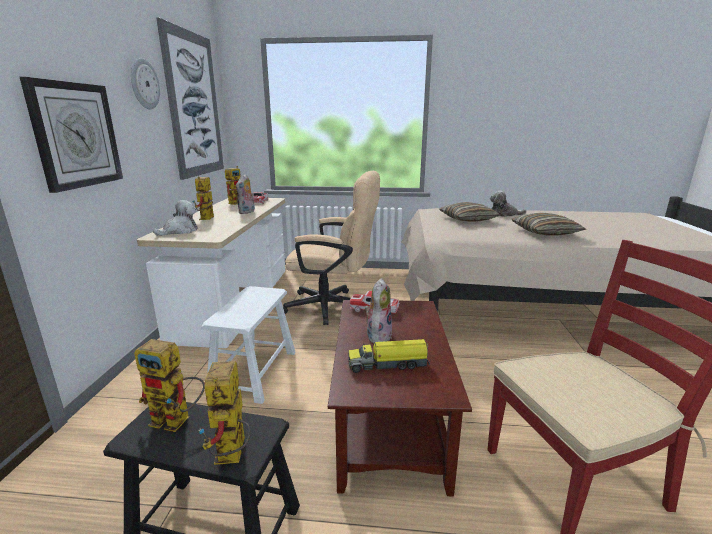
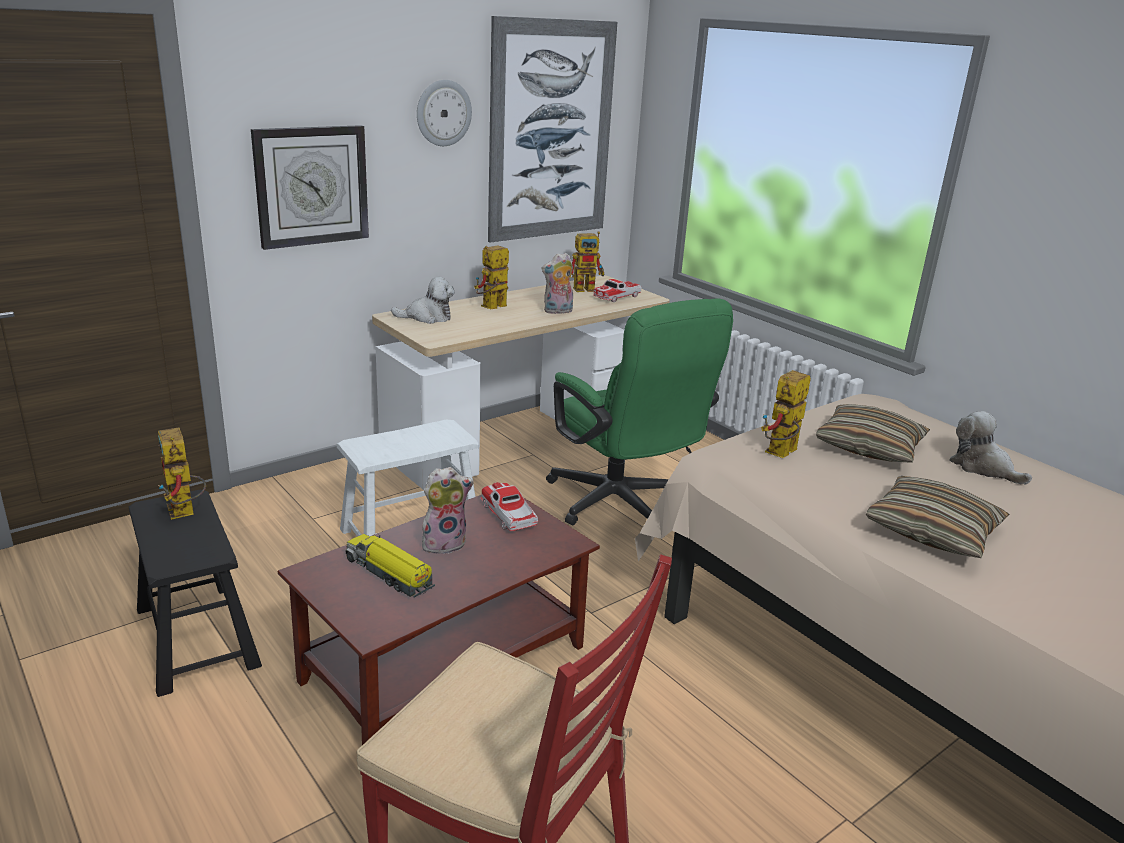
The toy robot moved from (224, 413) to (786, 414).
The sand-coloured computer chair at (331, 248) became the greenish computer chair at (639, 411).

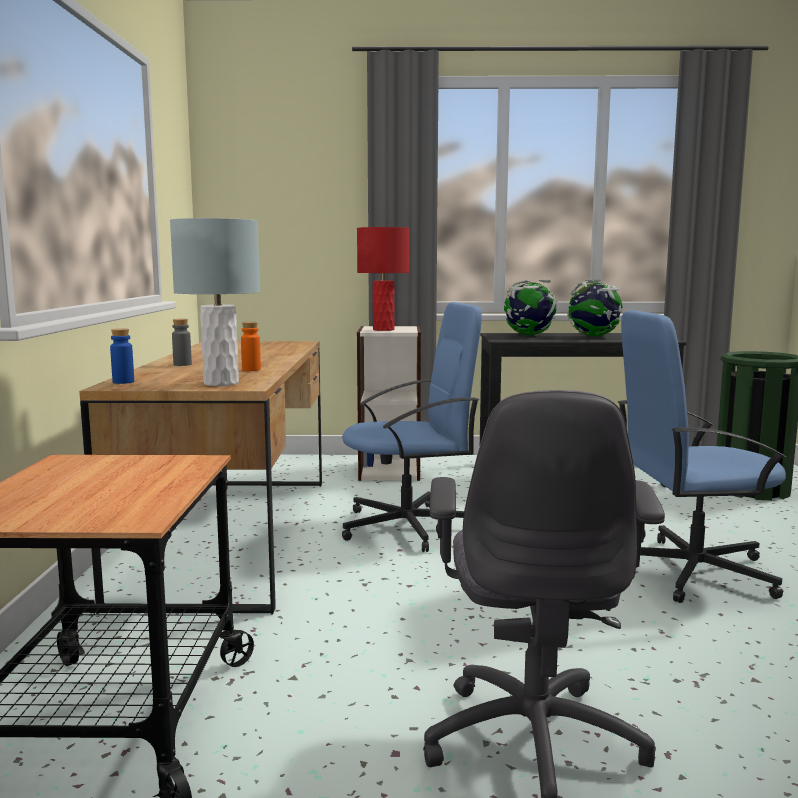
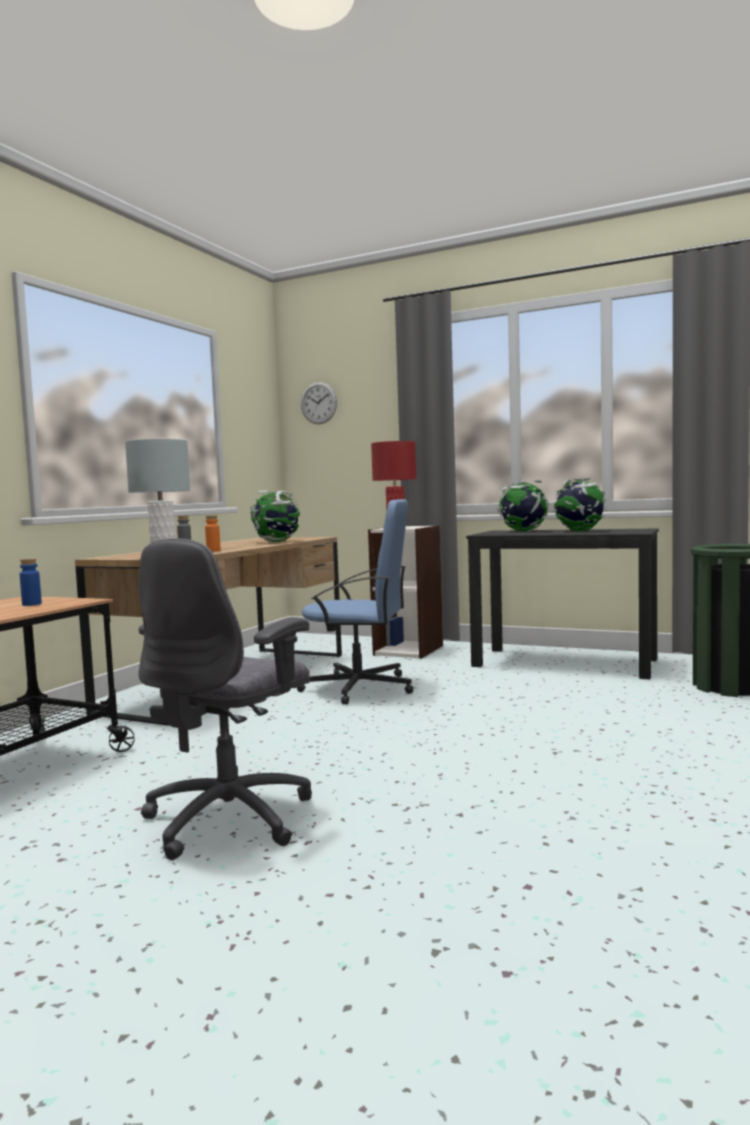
The blue-coloured computer chair at (702, 456) disappeared.
The desk globe at (275, 516) appeared.
The hanging clock at (319, 403) appeared.
The blue-coloured bottle moved from (122, 356) to (31, 582).

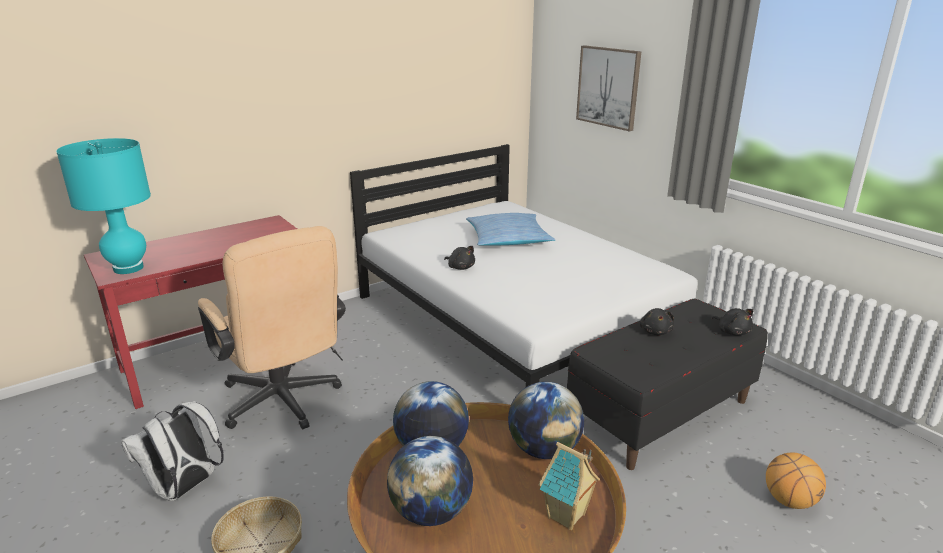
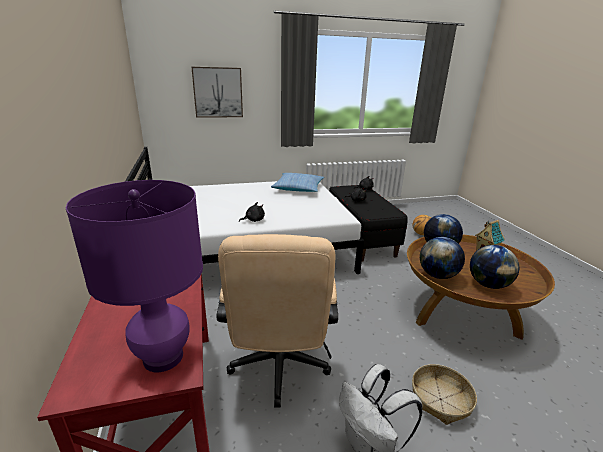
The cushion moved from (510, 229) to (297, 182).
The turquoise tabletop lamp at (103, 206) became the purple tabletop lamp at (134, 276).
The sand-coloured computer chair at (272, 327) turned 105 degrees clockwise.

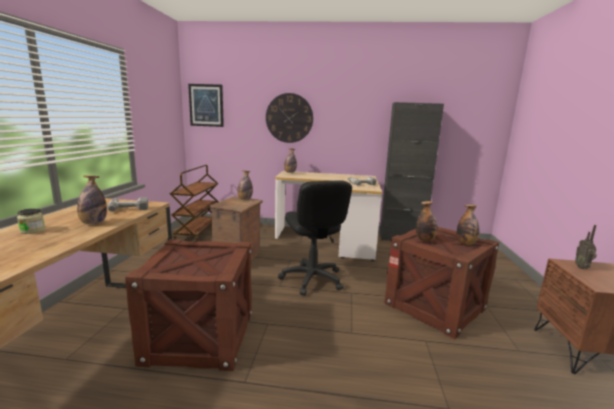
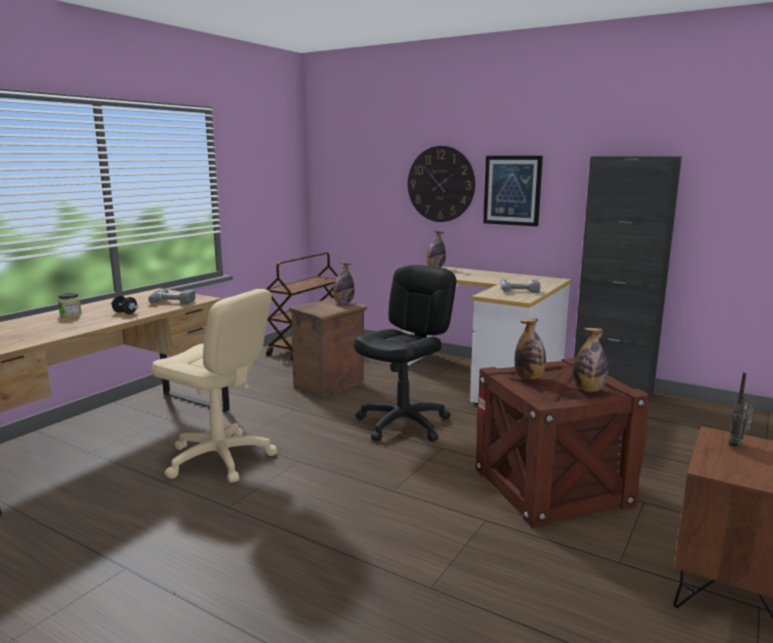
The picture moved from (206, 105) to (513, 191).
The bottle at (92, 199) was replaced by the black-coloured free weight at (124, 305).
The crate at (188, 305) was replaced by the sand-coloured computer chair at (214, 386).
The black-coloured computer chair at (315, 237) turned 150 degrees counterclockwise.

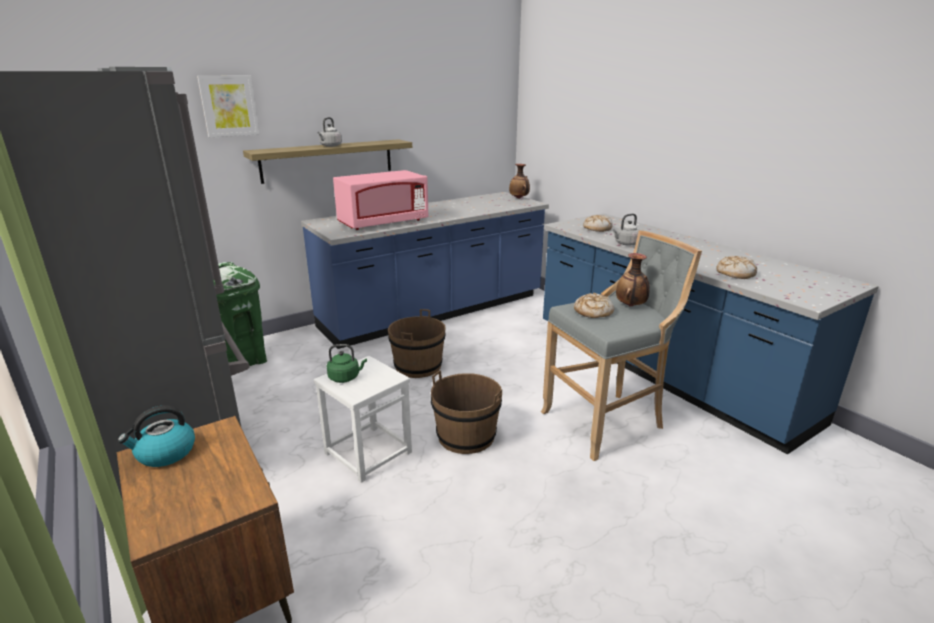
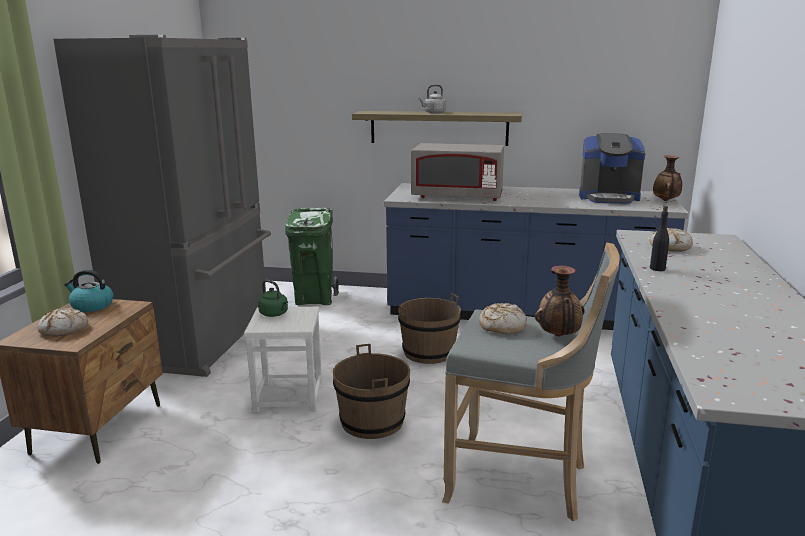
The picture at (228, 106) disappeared.
The coffee brewer at (612, 168) appeared.
The bakery bread moved from (736, 267) to (63, 322).
The grey water kettle at (625, 229) was replaced by the black-coloured bottle at (659, 238).
The pink microwave oven at (380, 200) became the grey microwave oven at (457, 172).

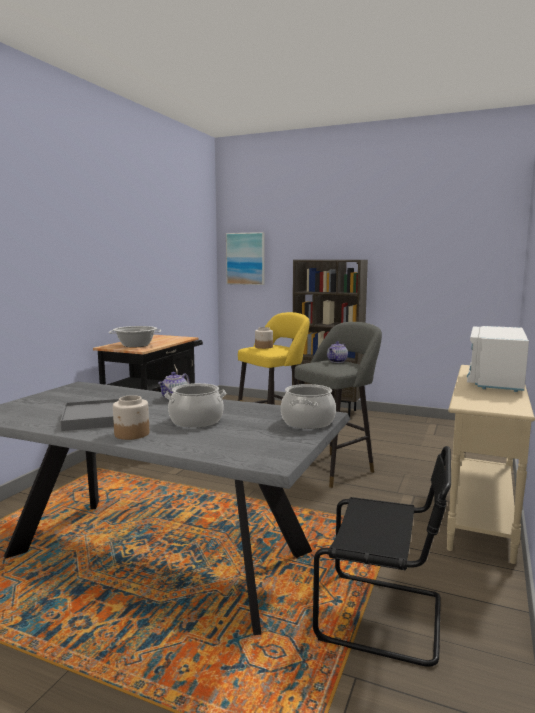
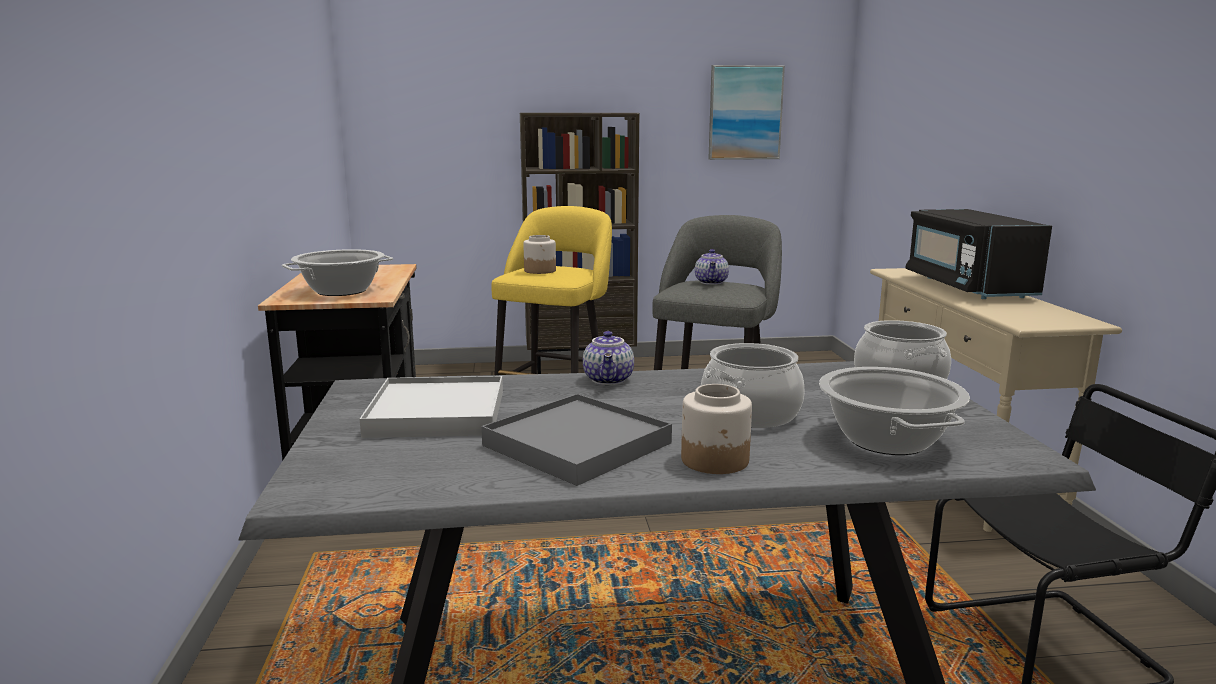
The whitish serving tray at (431, 407) appeared.
The stockpot at (894, 411) appeared.
The picture moved from (245, 258) to (746, 112).
The whitish microwave oven at (497, 359) became the black-coloured microwave oven at (979, 254).

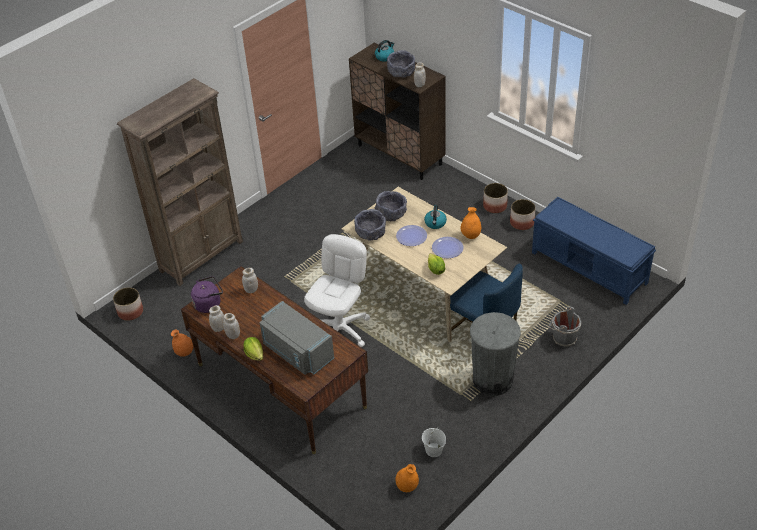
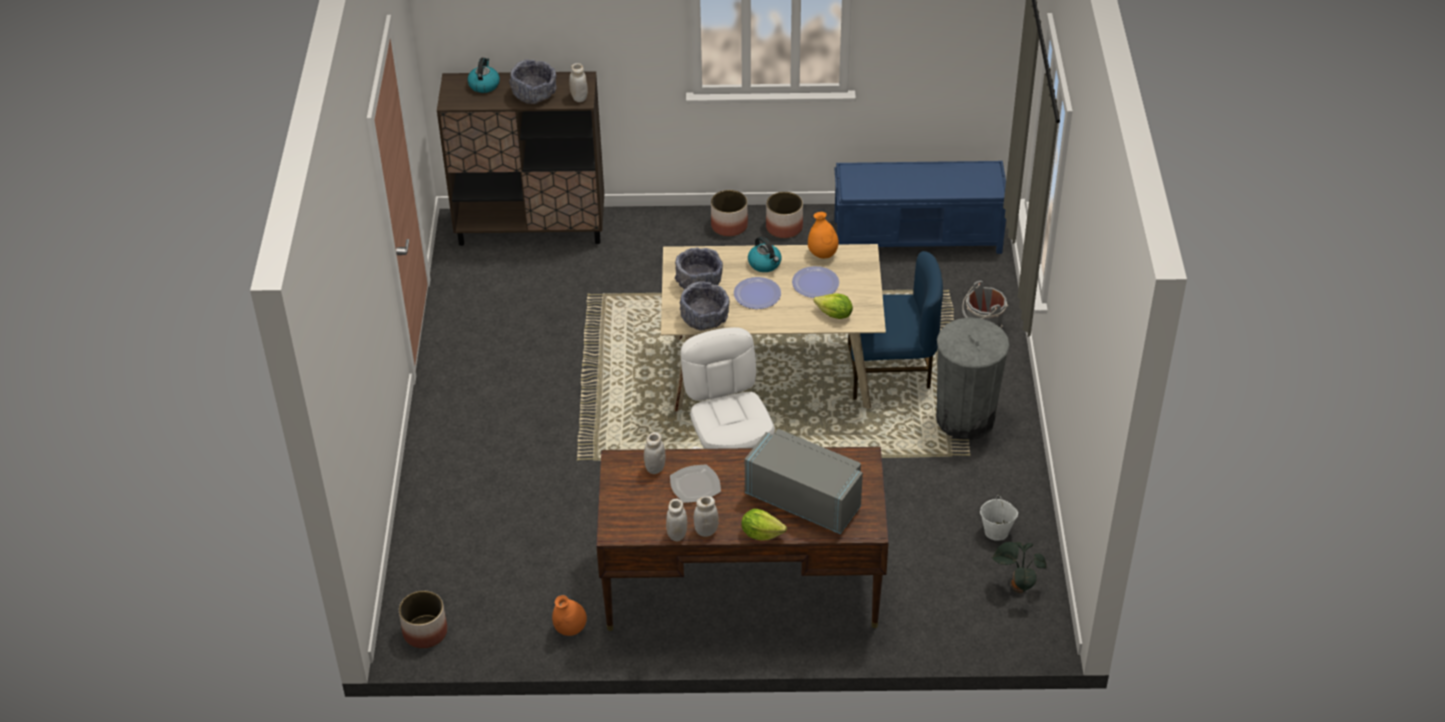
The brown bookcase at (180, 182) disappeared.
The purple water kettle at (207, 294) disappeared.
The plate at (695, 484) appeared.
The orangey vase at (407, 478) was replaced by the plant in a pot at (1019, 568).
The grey microwave oven at (297, 338) turned 150 degrees counterclockwise.

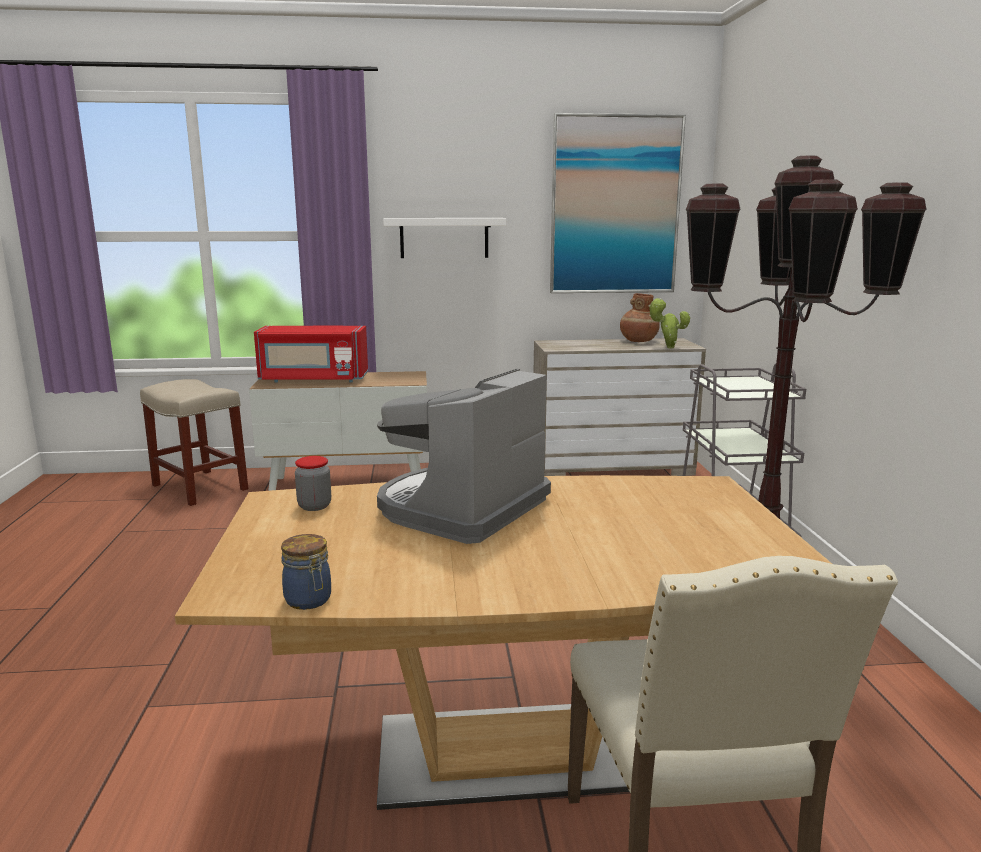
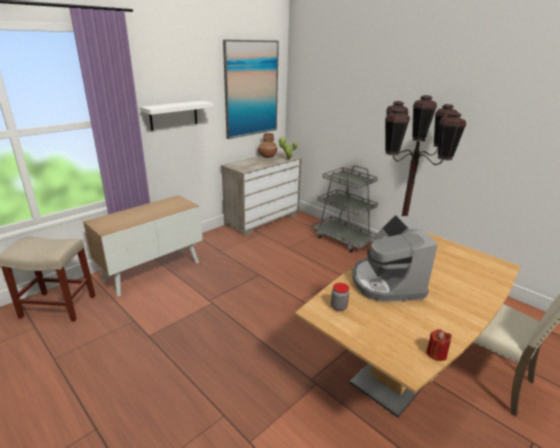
The red microwave oven at (311, 354) disappeared.
The storage jar at (306, 572) was replaced by the red wax light at (439, 345).

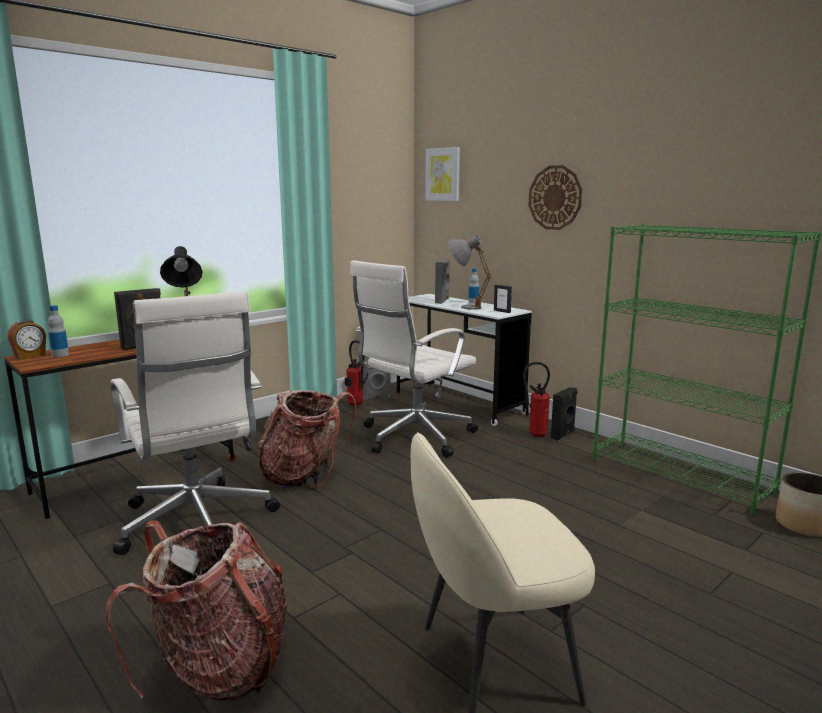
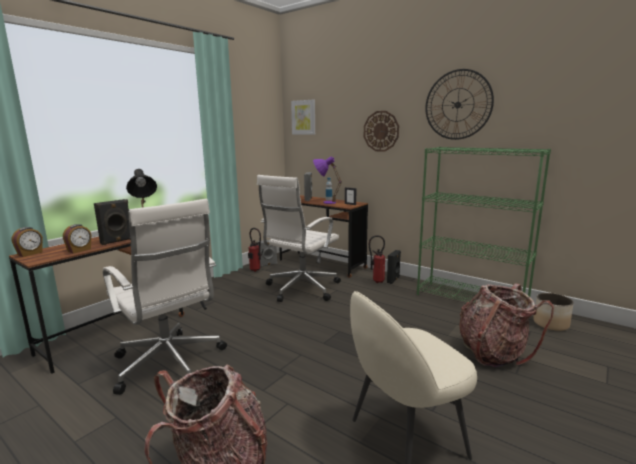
The bottle at (58, 331) disappeared.
The alarm clock at (77, 239) appeared.
The hanging clock at (459, 104) appeared.
The knapsack moved from (306, 439) to (506, 325).
The whitish desk unit at (464, 360) became the brown desk unit at (323, 236).
The grey tabletop lamp at (470, 272) became the purple tabletop lamp at (327, 180).

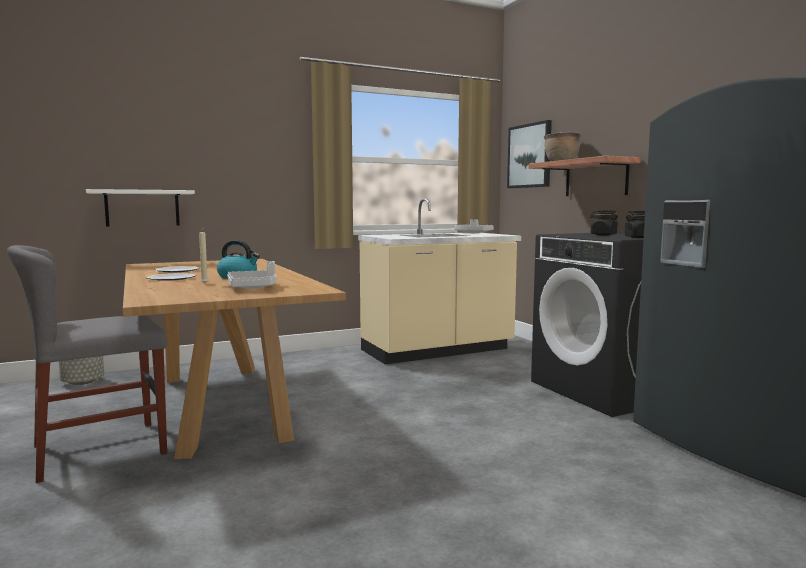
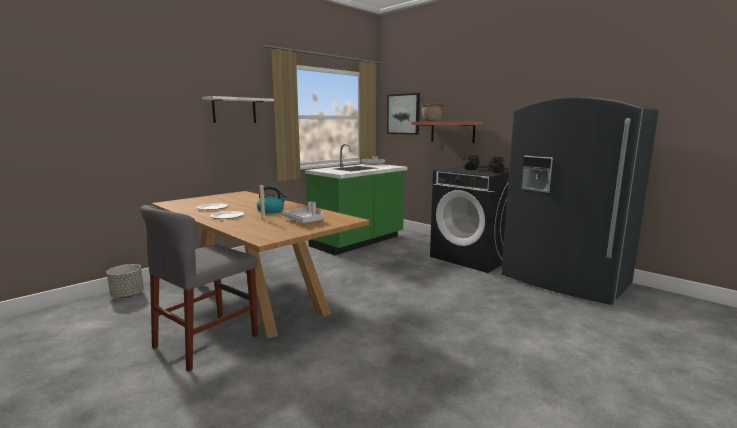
The whitish shelf moved from (140, 208) to (238, 109).
The sand-coloured kitchen base unit at (439, 281) became the greenish kitchen base unit at (356, 199).

